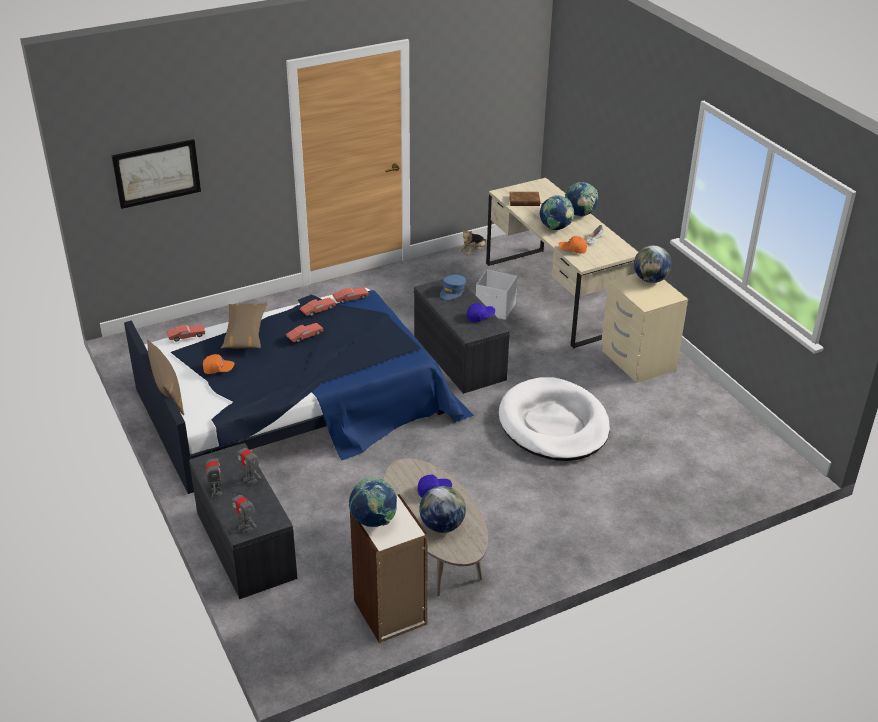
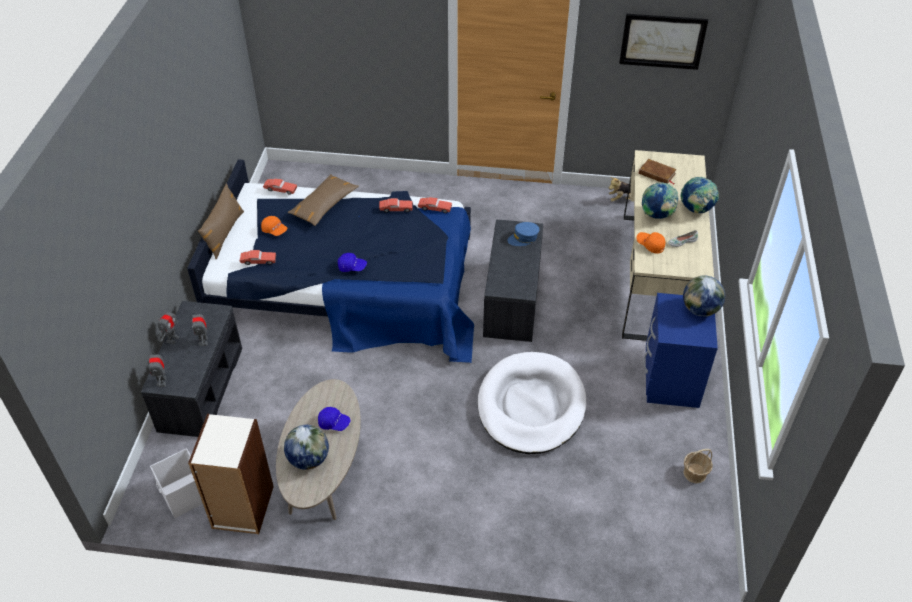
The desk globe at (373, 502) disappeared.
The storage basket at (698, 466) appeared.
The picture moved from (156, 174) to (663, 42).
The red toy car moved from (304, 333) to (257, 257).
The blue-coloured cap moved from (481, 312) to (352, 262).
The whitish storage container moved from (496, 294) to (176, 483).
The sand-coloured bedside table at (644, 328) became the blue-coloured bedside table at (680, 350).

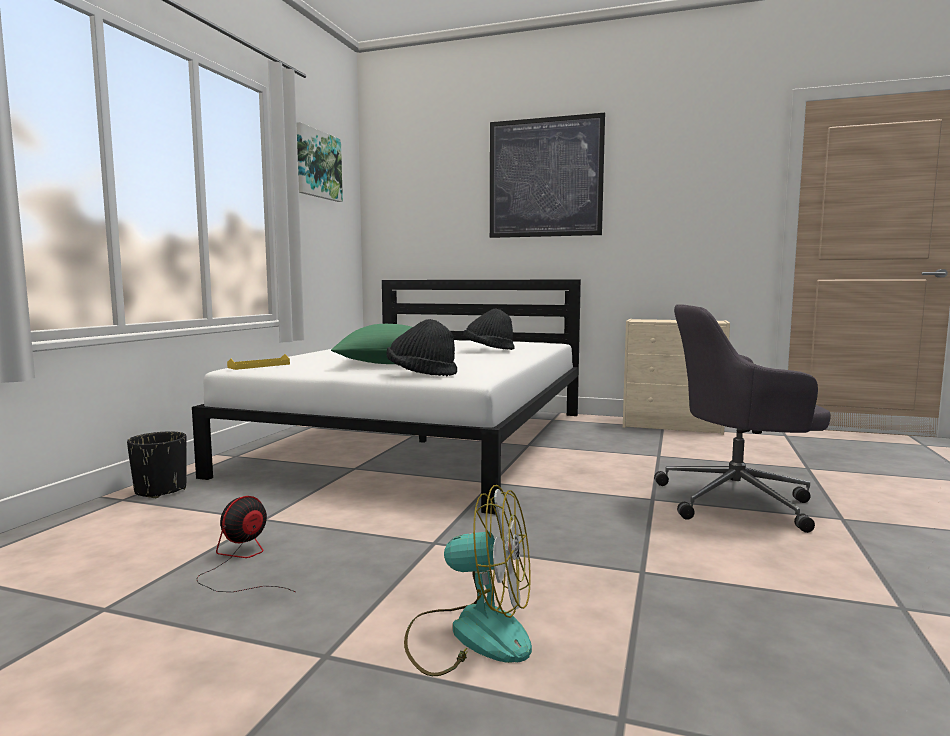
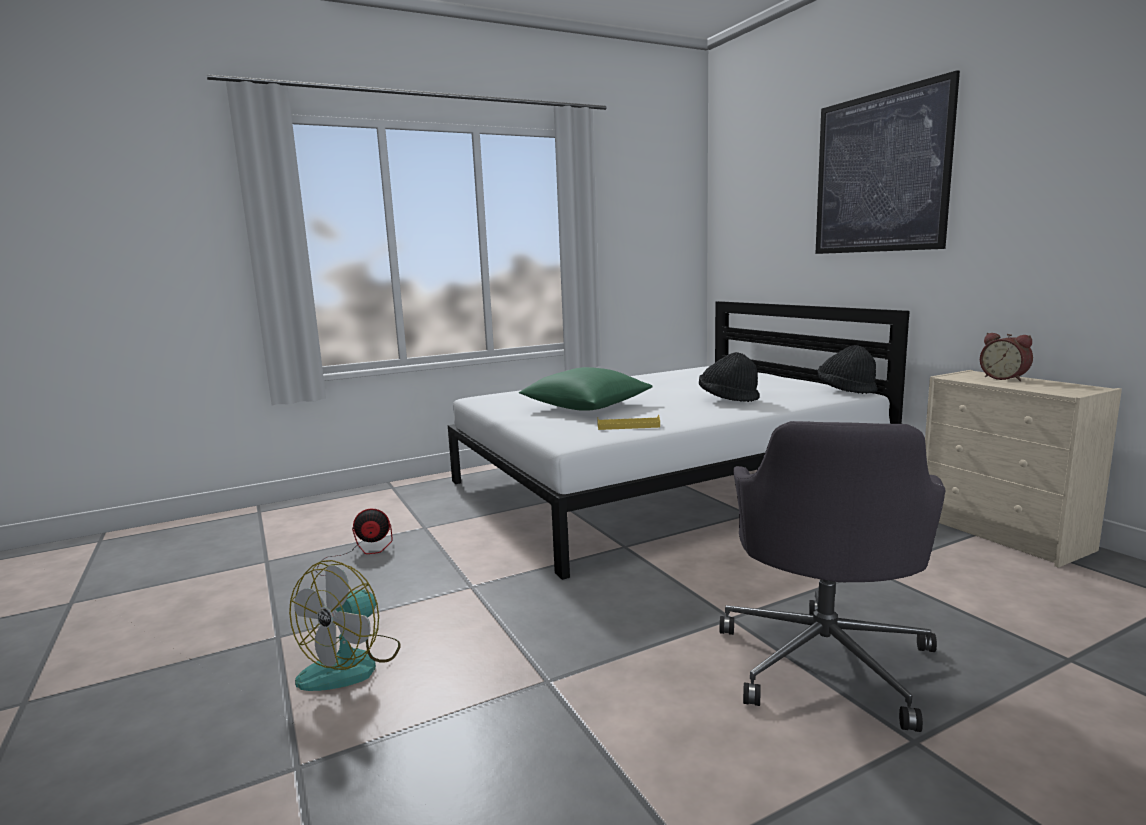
The black-coloured flower pot at (157, 464) disappeared.
The picture at (319, 162) disappeared.
The alarm clock at (1006, 357) appeared.
The yellowish serving tray moved from (258, 362) to (628, 422).
The black-coloured clothing hat moved from (421, 347) to (847, 369).
The cooling fan at (468, 580) turned 60 degrees clockwise.
The grey computer chair at (742, 418) turned 120 degrees counterclockwise.

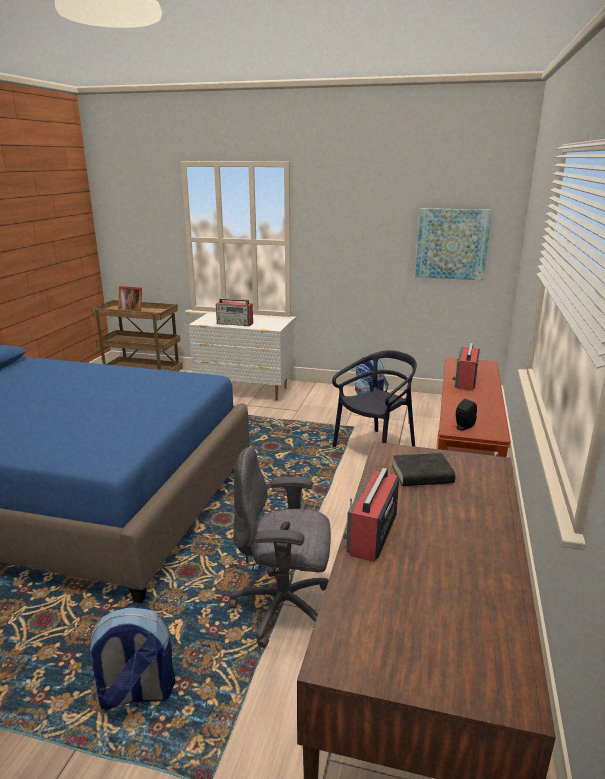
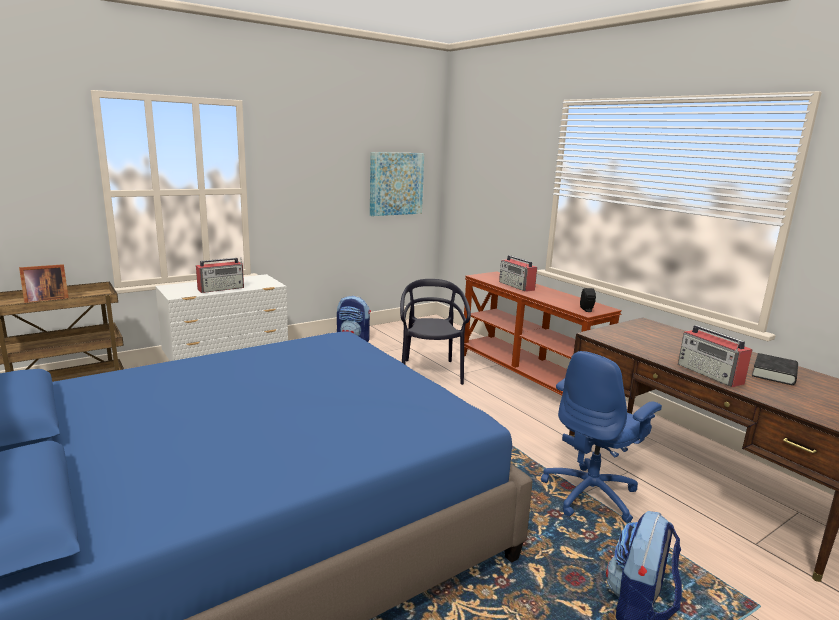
The black-coloured volume moved from (424, 469) to (775, 369).
The grey computer chair at (280, 547) became the blue-coloured computer chair at (601, 437).

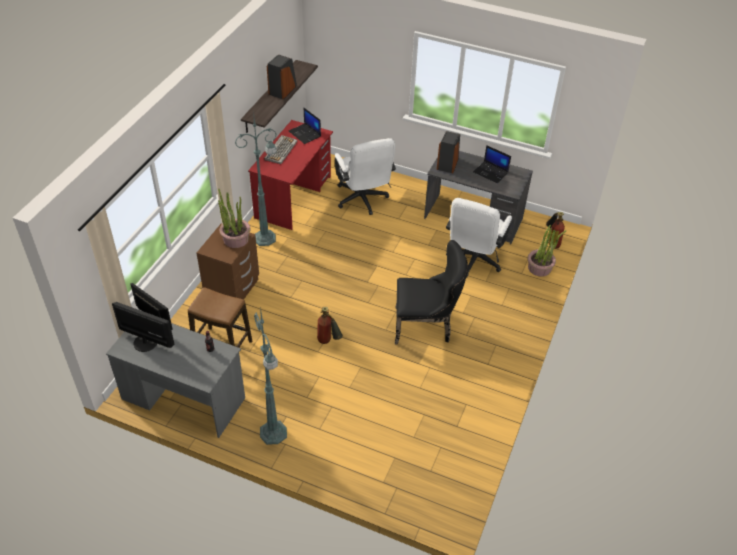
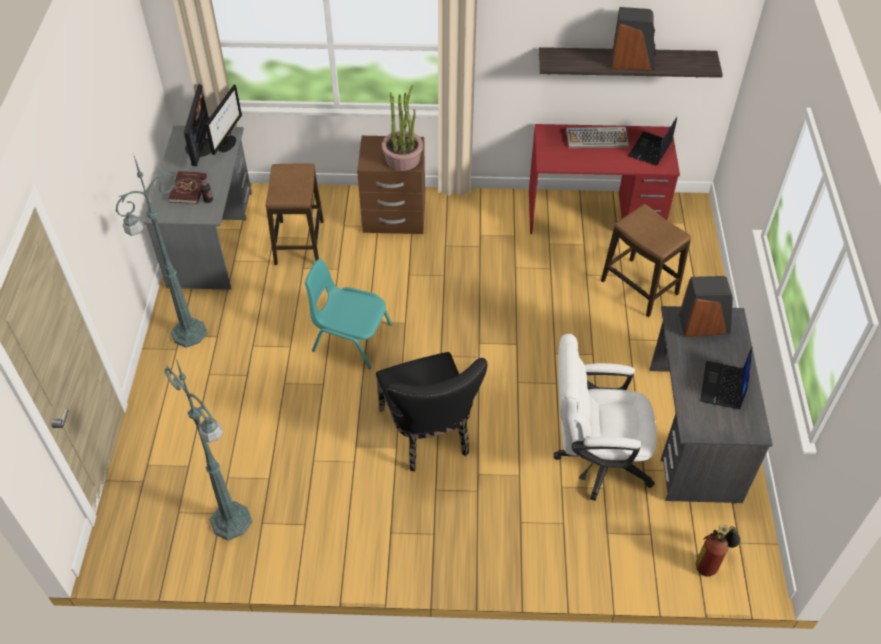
The plant in a pot at (547, 250) disappeared.
The red volume at (187, 187) appeared.
The greenish standing lamp moved from (256, 178) to (208, 448).
The fire-fighting cylinder at (330, 325) was replaced by the turquoise plain chair at (348, 314).
The whitish computer chair at (365, 176) was replaced by the stool at (646, 260).

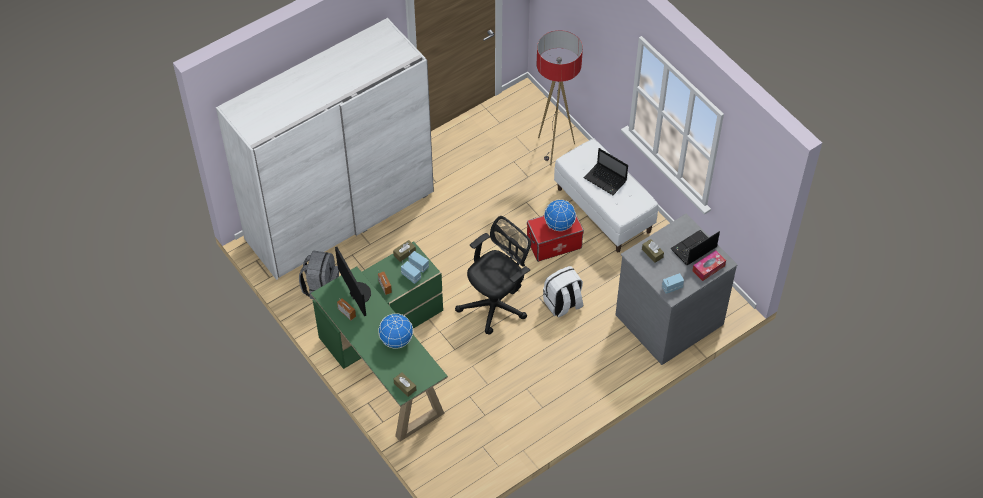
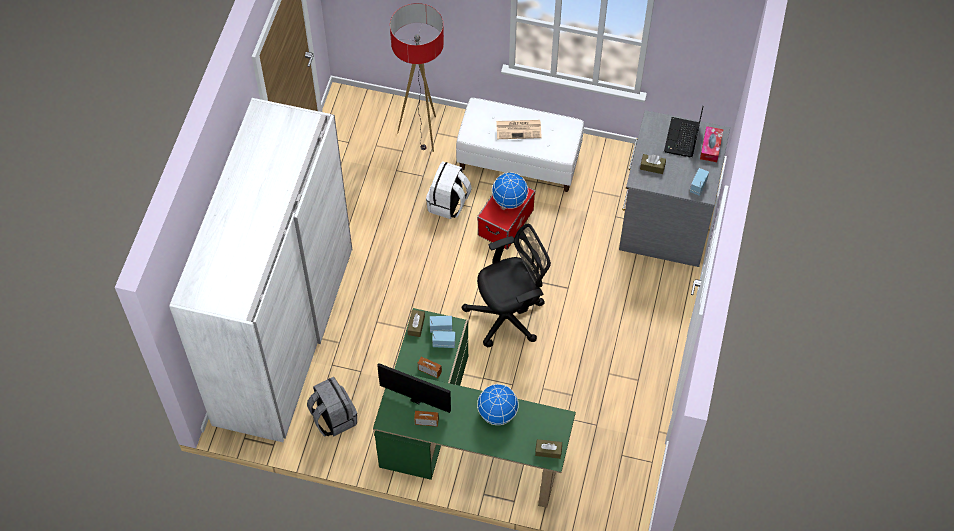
The whitish knapsack moved from (563, 291) to (449, 190).
The portable computer at (606, 171) was replaced by the printed paper at (519, 129).
The black-coloured computer chair at (493, 275) turned 60 degrees clockwise.

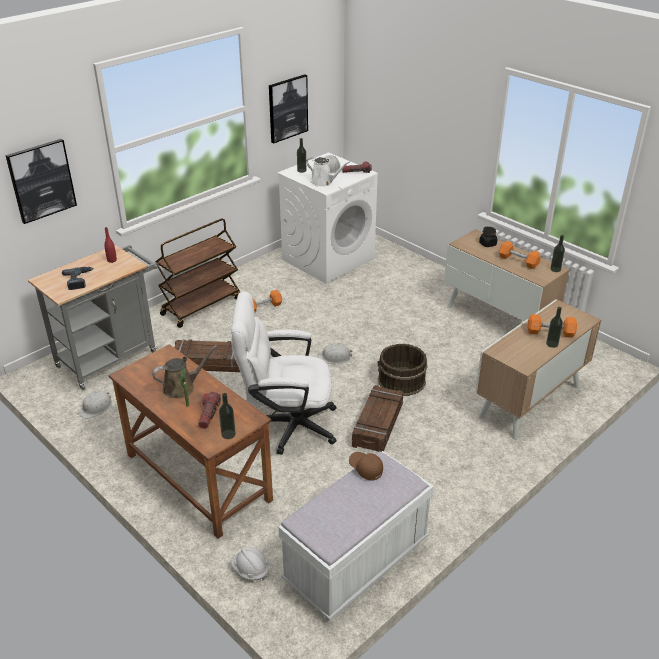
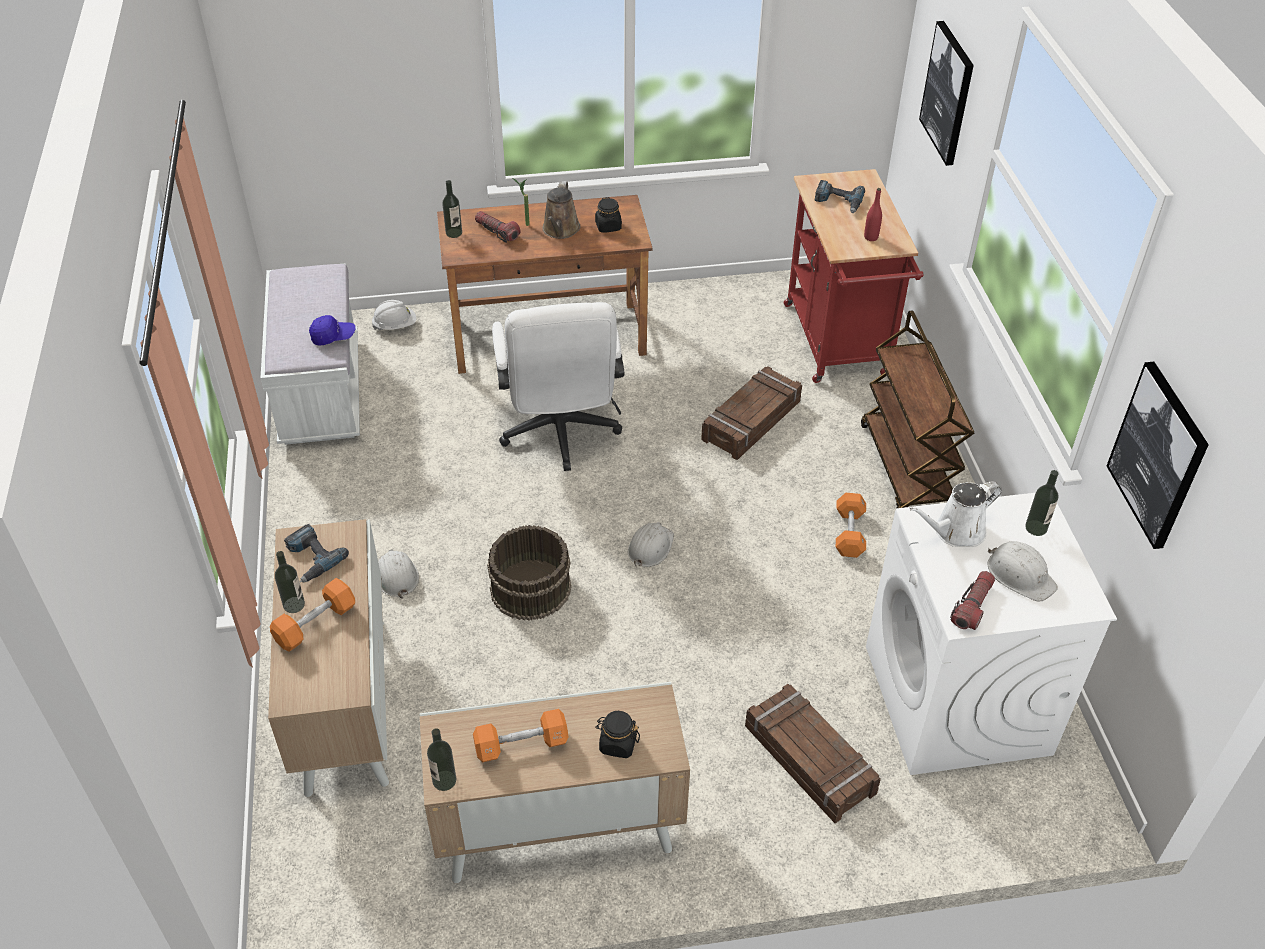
The power drill at (316, 553) appeared.
The black-coloured storage jar at (608, 215) appeared.
The whitish work helmet moved from (94, 404) to (398, 574).
The crate moved from (378, 418) to (813, 753).
The grey trolley at (93, 317) became the red trolley at (853, 276).
The brown cap at (366, 466) became the blue-coloured cap at (332, 330).
The whitish computer chair at (284, 373) turned 135 degrees clockwise.

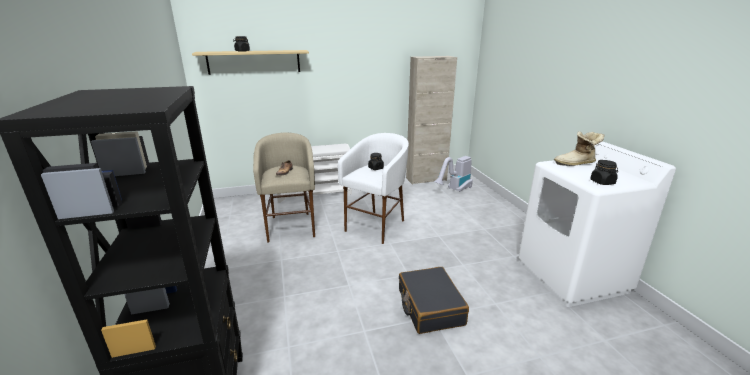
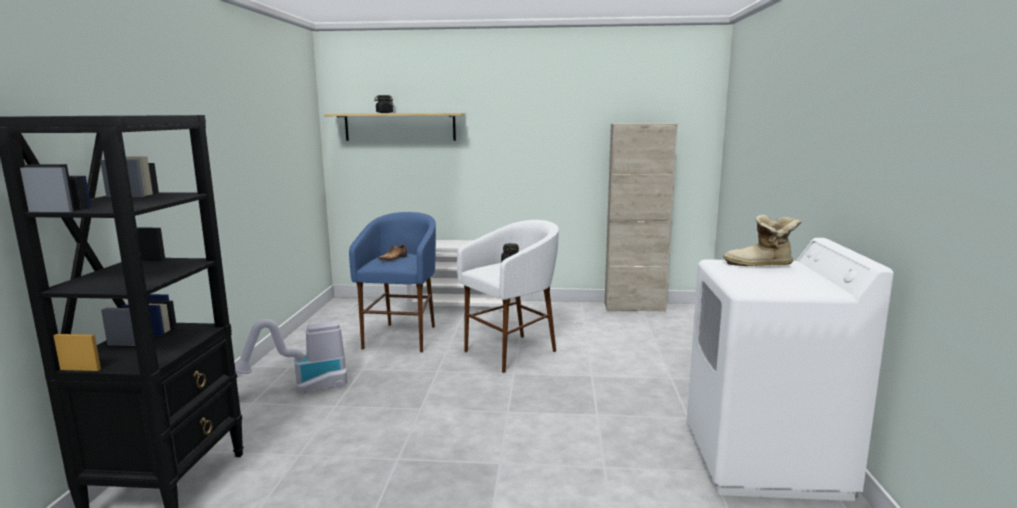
The black-coloured suitcase at (434, 300) disappeared.
The black-coloured storage jar at (604, 172) disappeared.
The vacuum moved from (453, 174) to (291, 356).
The sand-coloured stool at (284, 187) became the blue-coloured stool at (392, 282).

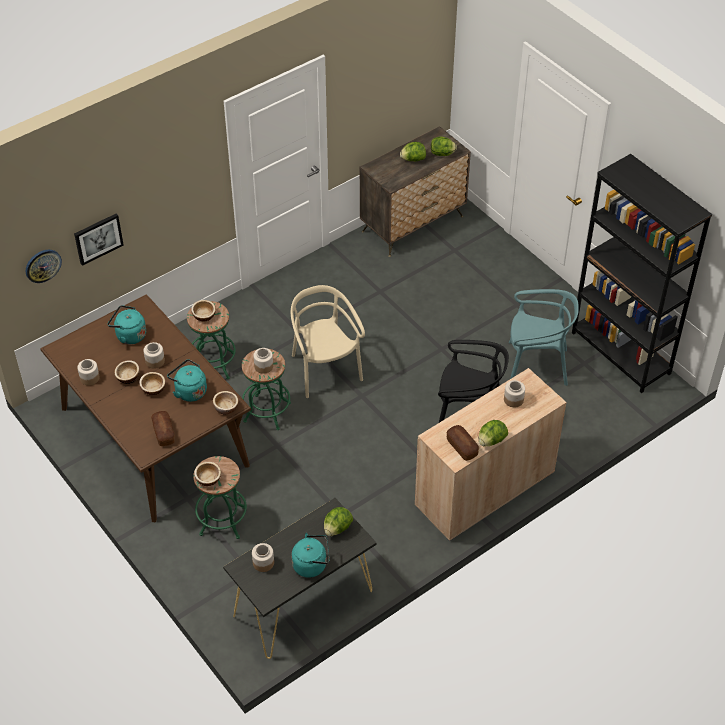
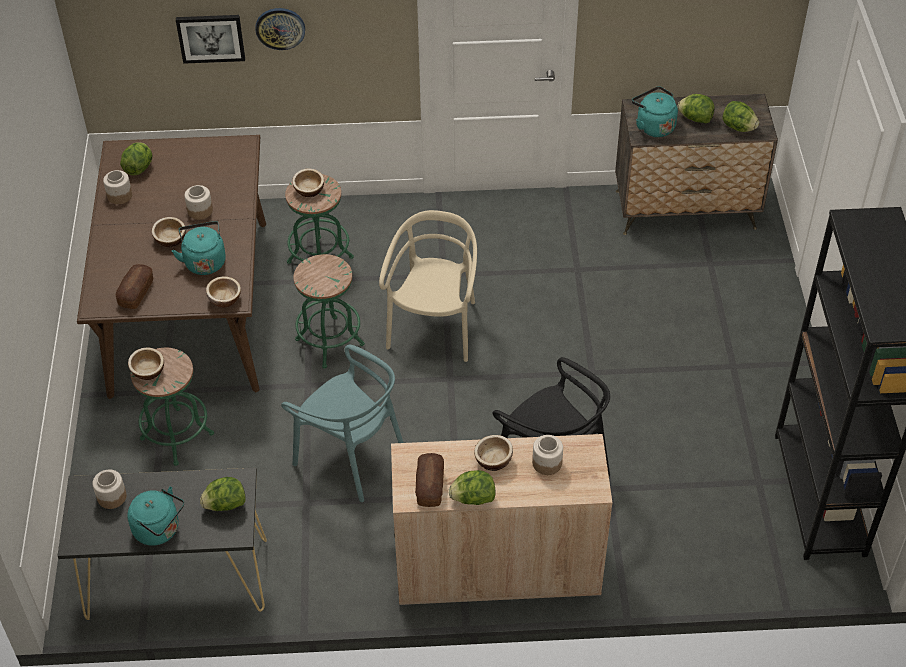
The storage jar at (263, 361) disappeared.
The lettuce at (136, 158) appeared.
The hanging clock moved from (44, 266) to (280, 29).
The turquoise water kettle moved from (127, 324) to (655, 111).
The serving bowl moved from (127, 372) to (493, 453).
The turquoise plain chair moved from (544, 337) to (342, 423).

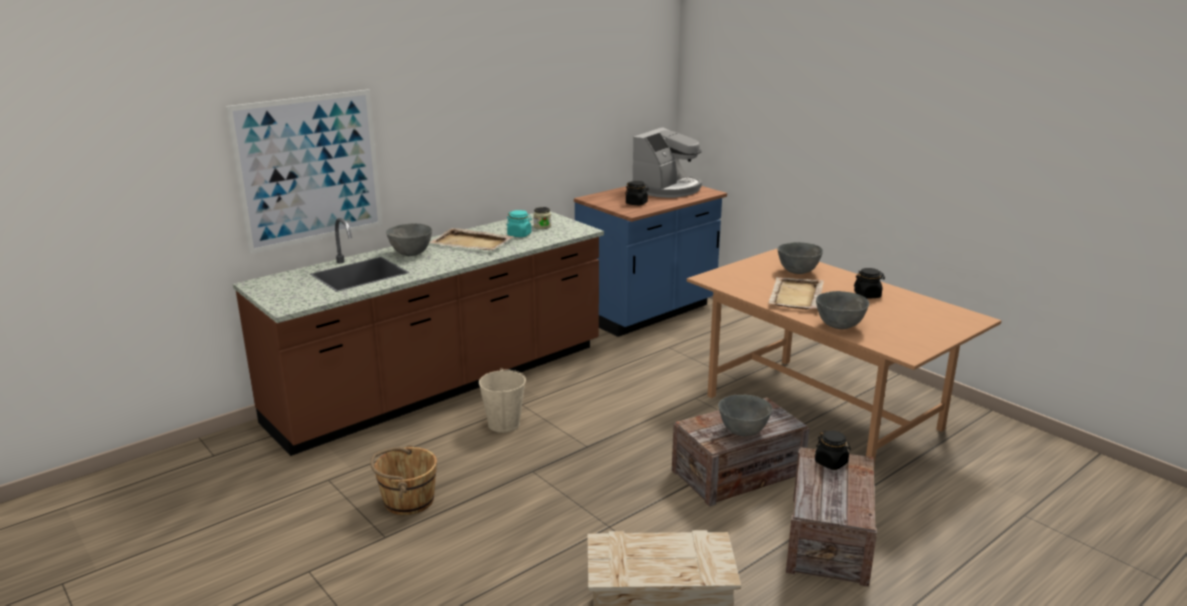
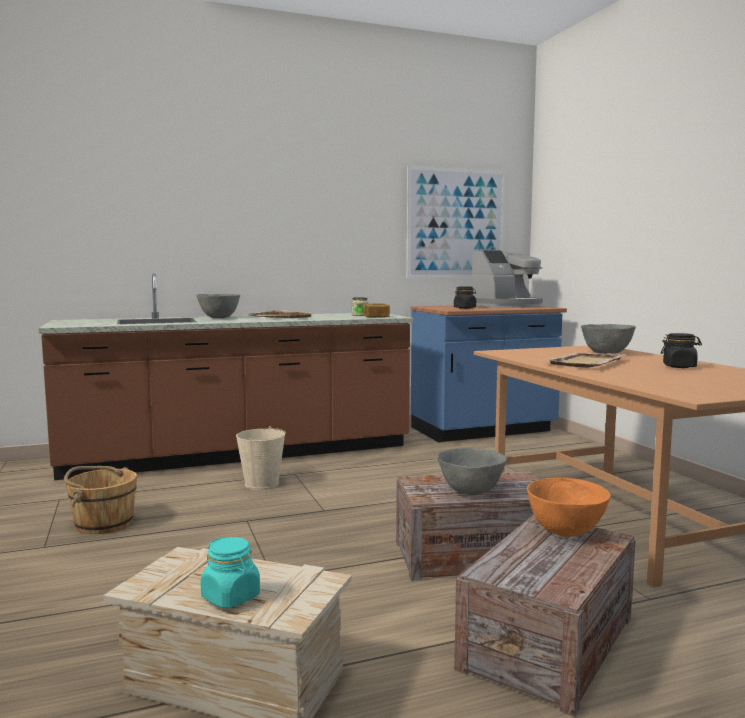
The grey serving bowl at (842, 310) disappeared.
The bakery bread at (377, 310) appeared.
The picture moved from (304, 171) to (456, 222).
The turquoise storage jar moved from (519, 223) to (230, 572).
The black-coloured storage jar at (833, 450) was replaced by the orangey serving bowl at (569, 507).

